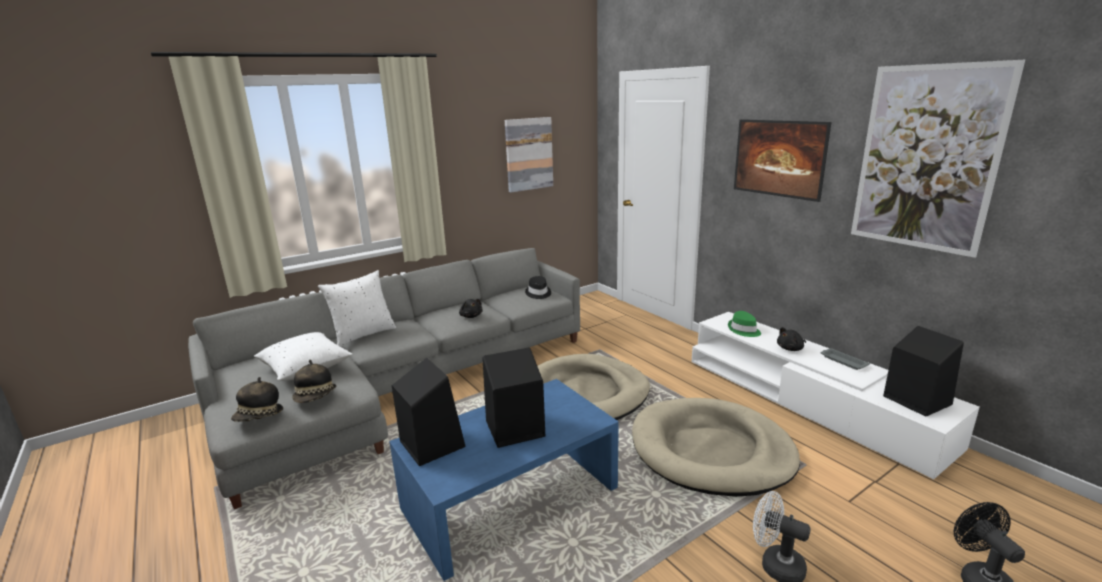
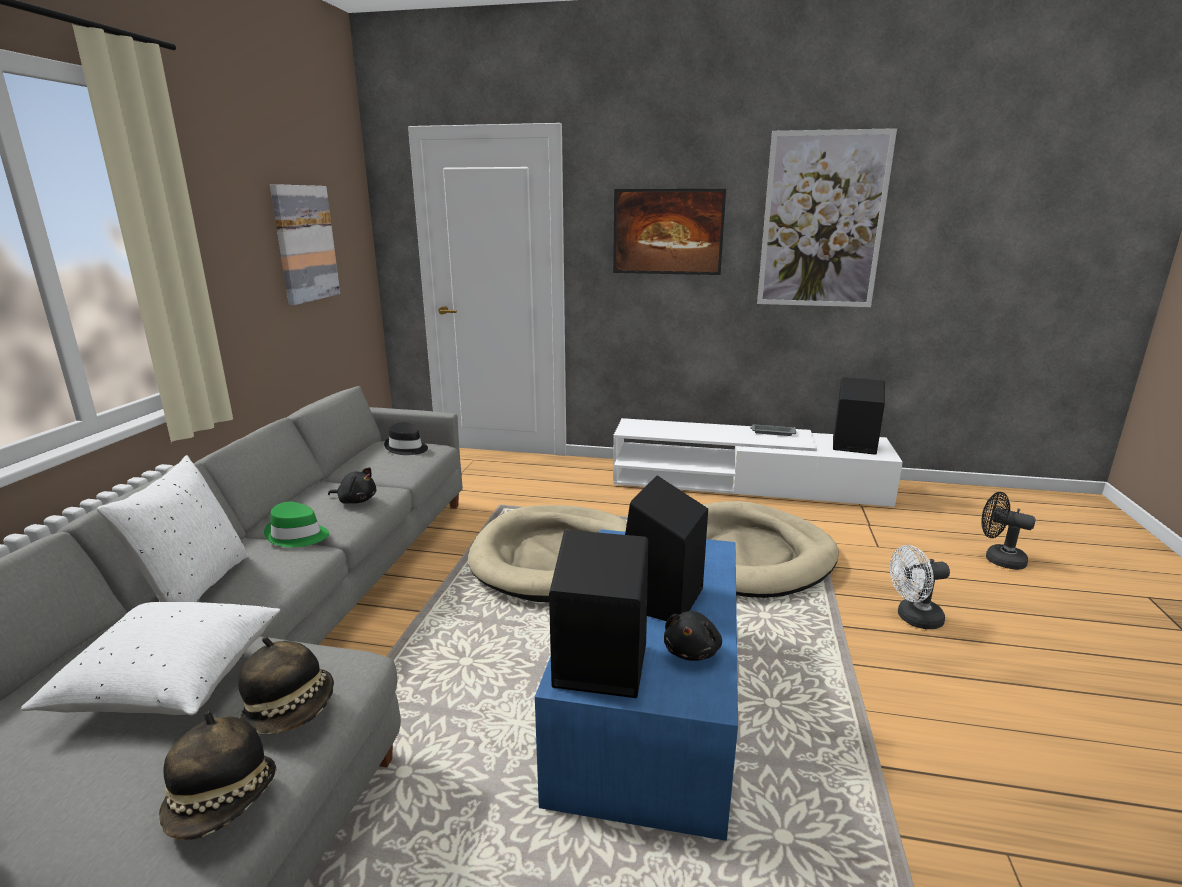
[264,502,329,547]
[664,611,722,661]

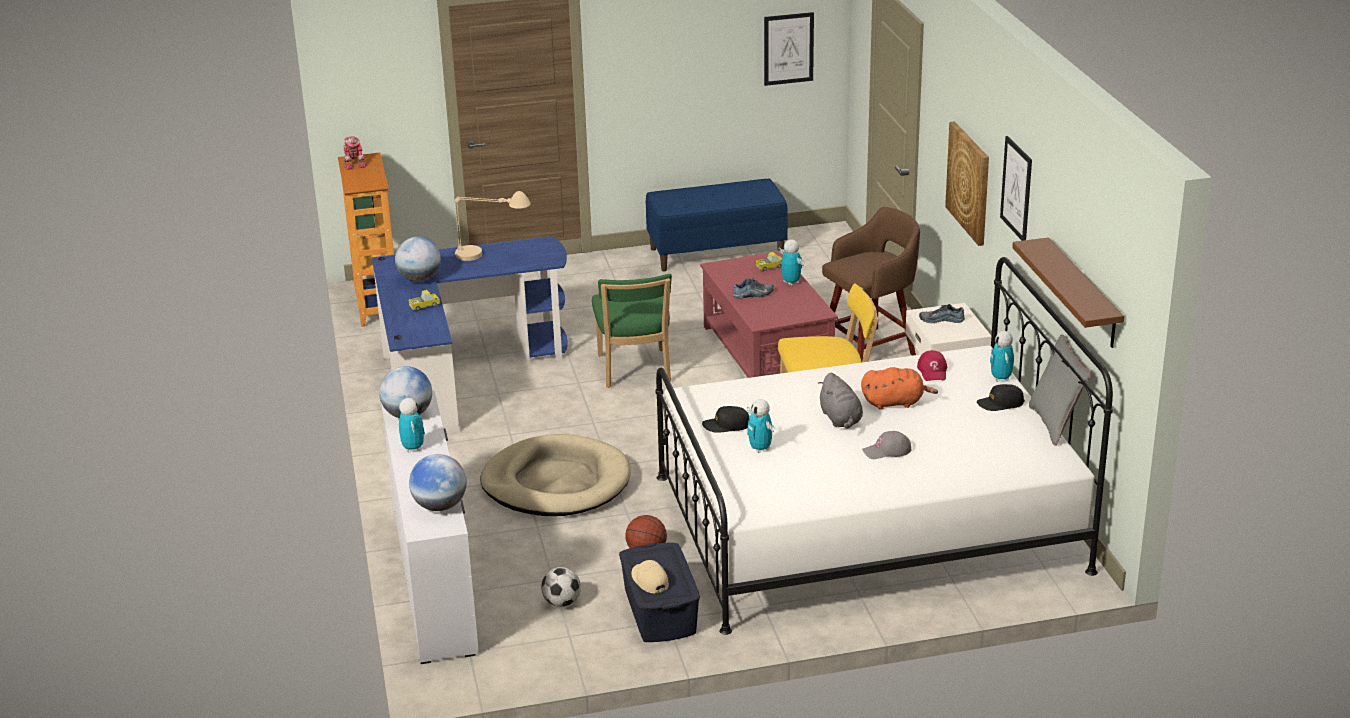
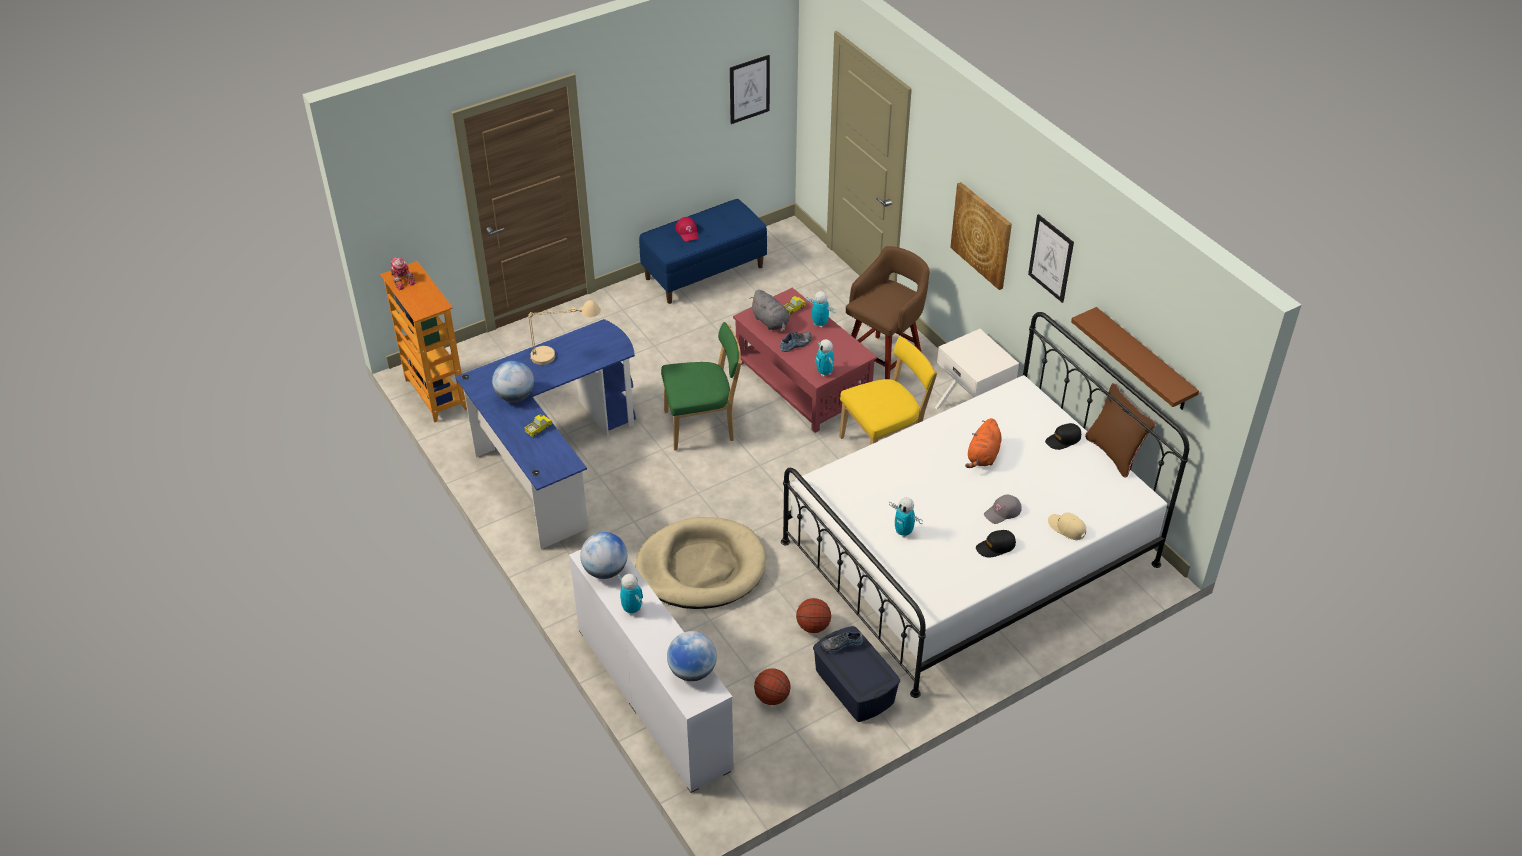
[661,322,742,451]
[821,631,863,653]
[815,339,834,377]
[1085,383,1155,478]
[675,217,698,242]
[965,418,1002,468]
[751,290,789,333]
[976,530,1016,558]
[1048,513,1086,540]
[754,669,791,705]

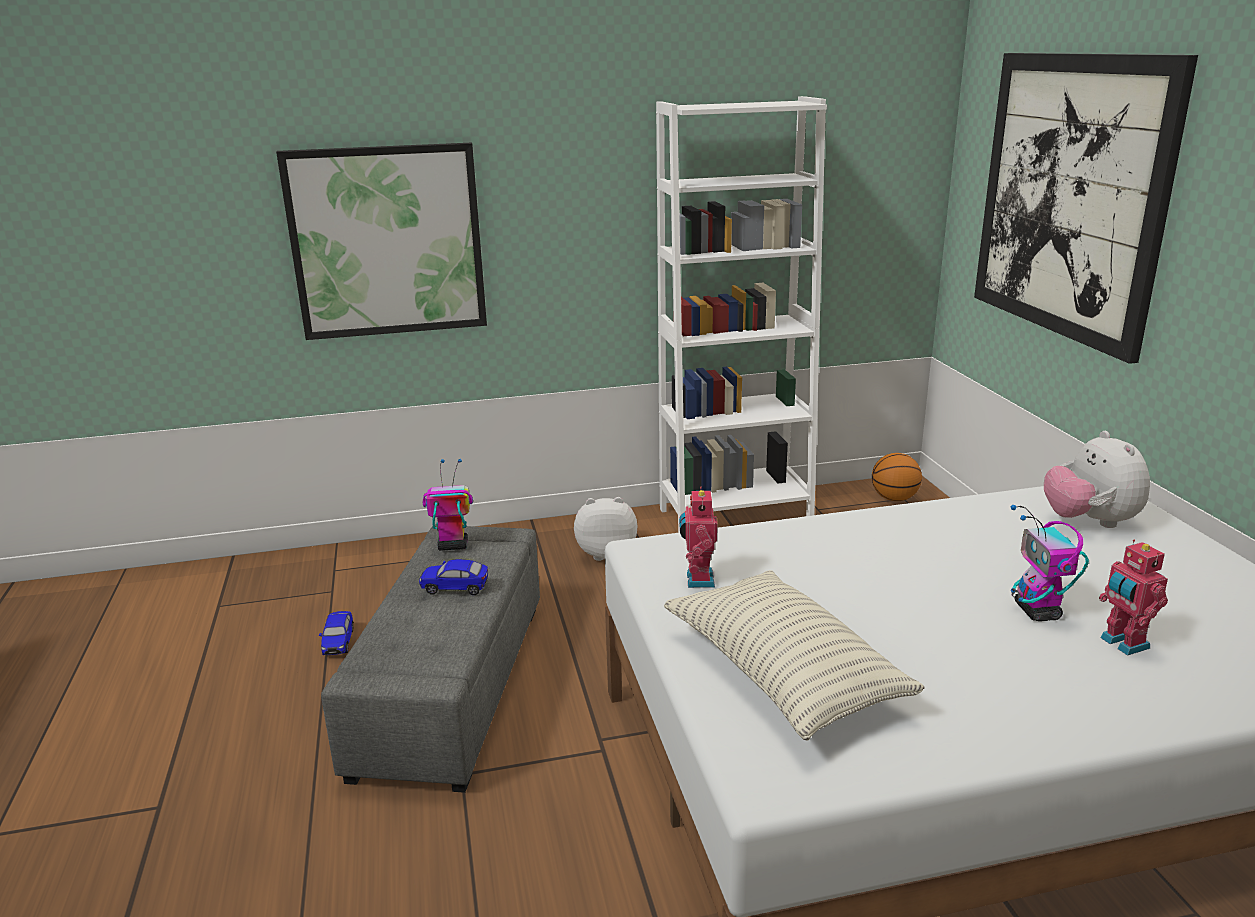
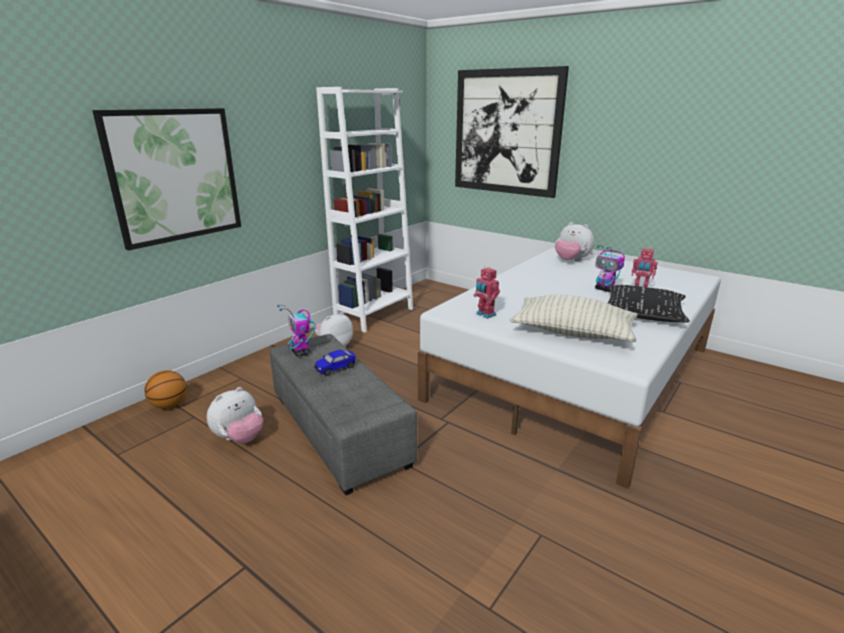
[145,370,187,409]
[277,305,316,357]
[207,387,263,443]
[607,285,690,323]

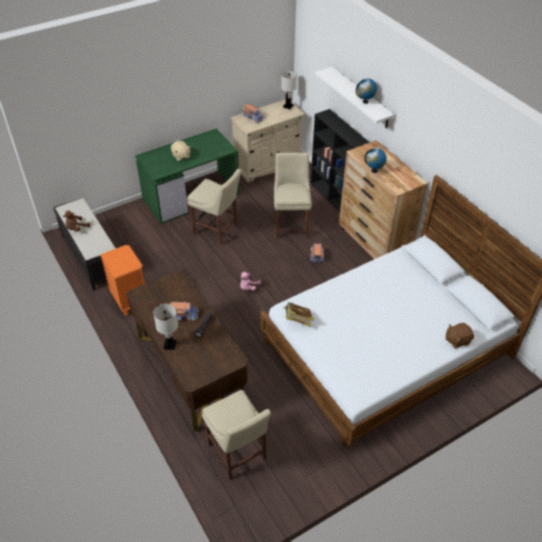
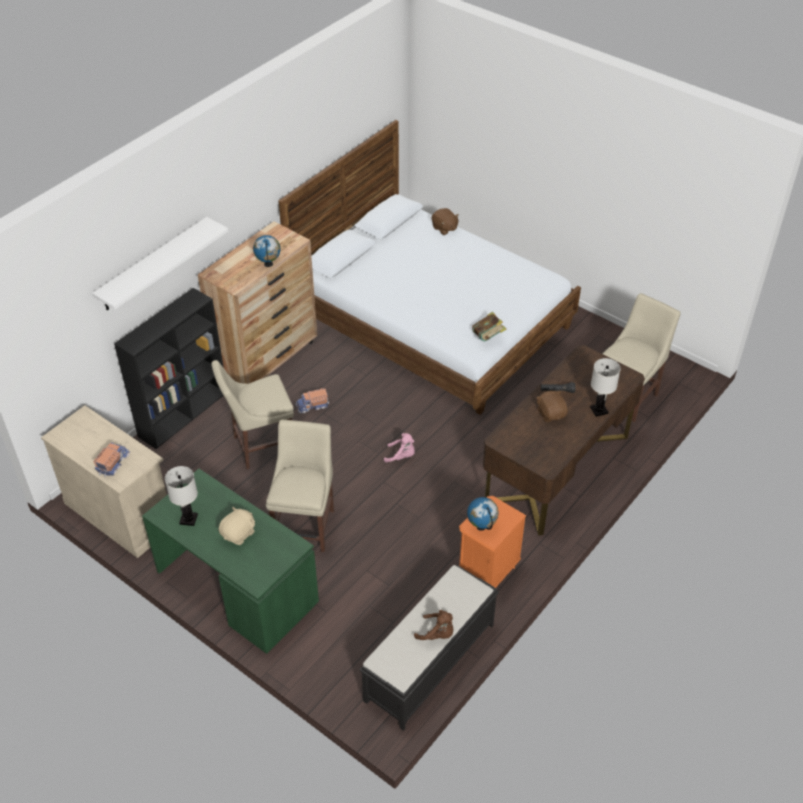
[165,466,198,526]
[467,497,498,531]
[536,390,568,422]

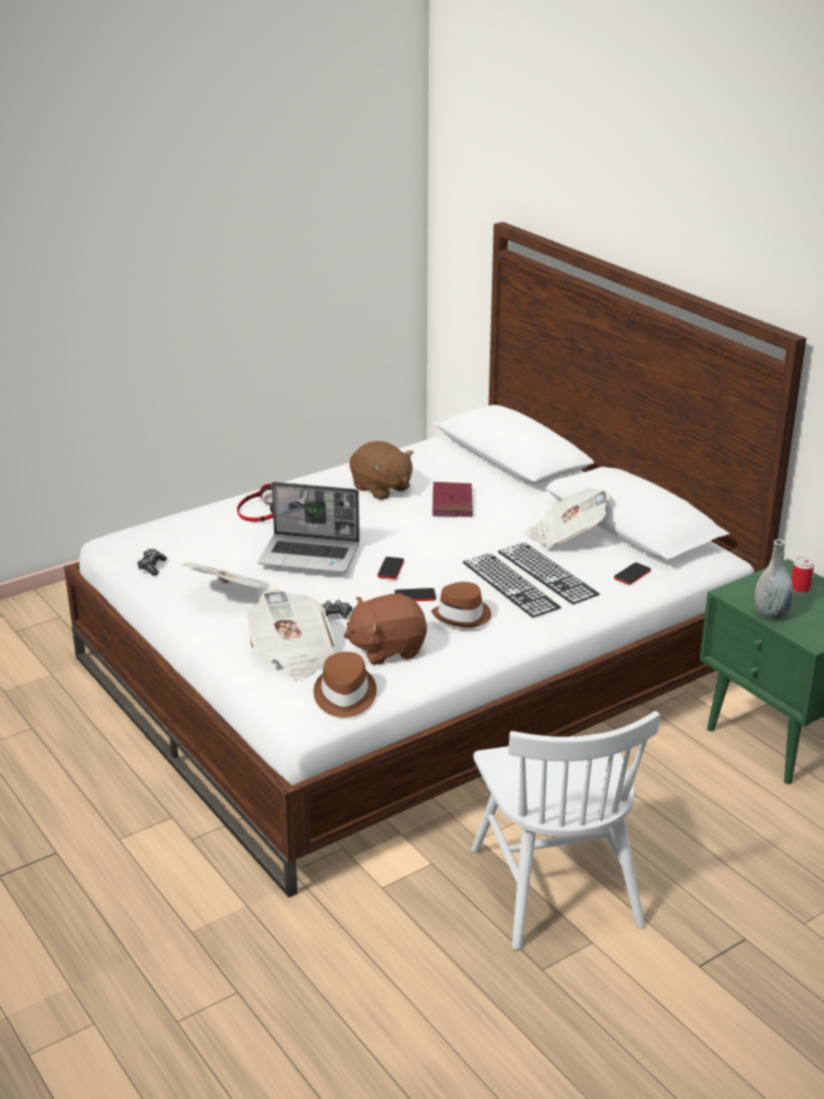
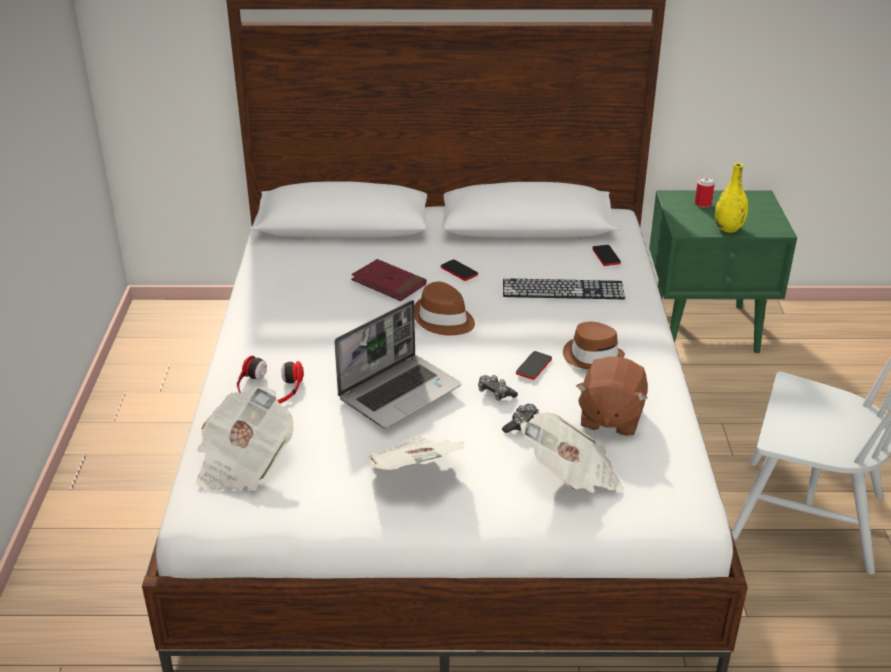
[349,441,414,500] (first image)
[196,387,294,490]
[715,163,748,233]
[478,375,518,401]
[463,553,561,618] (first image)
[441,259,478,281]
[414,281,475,335]

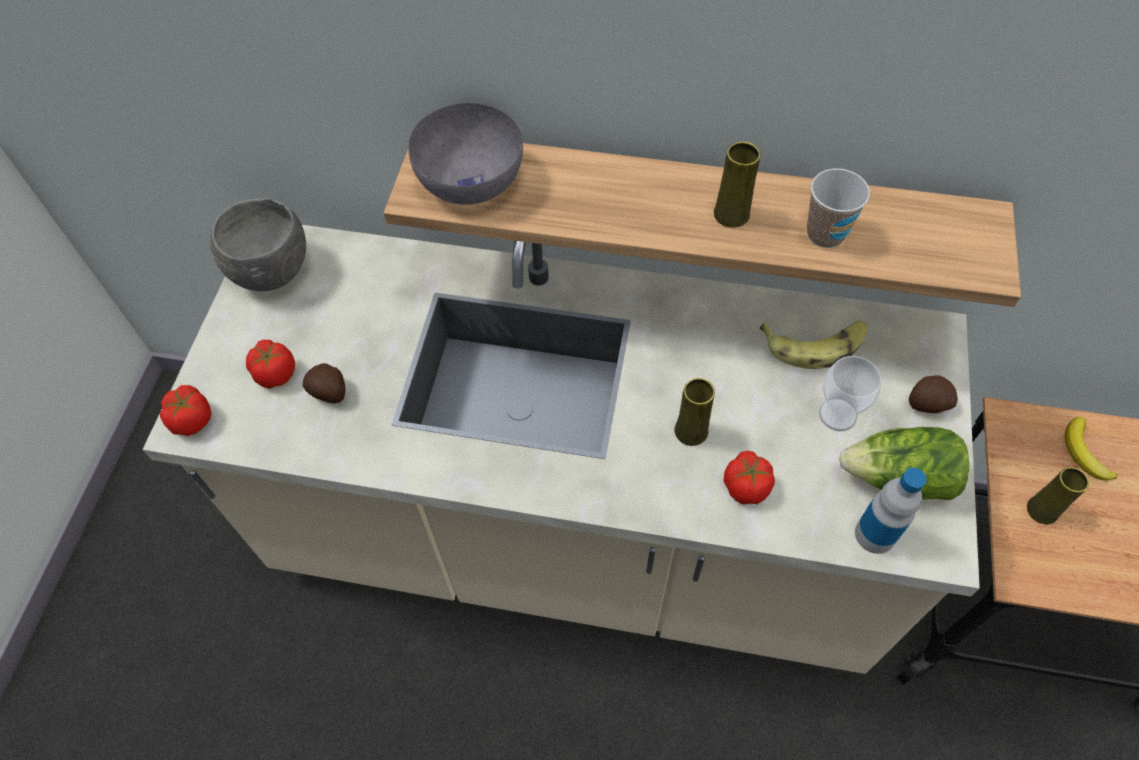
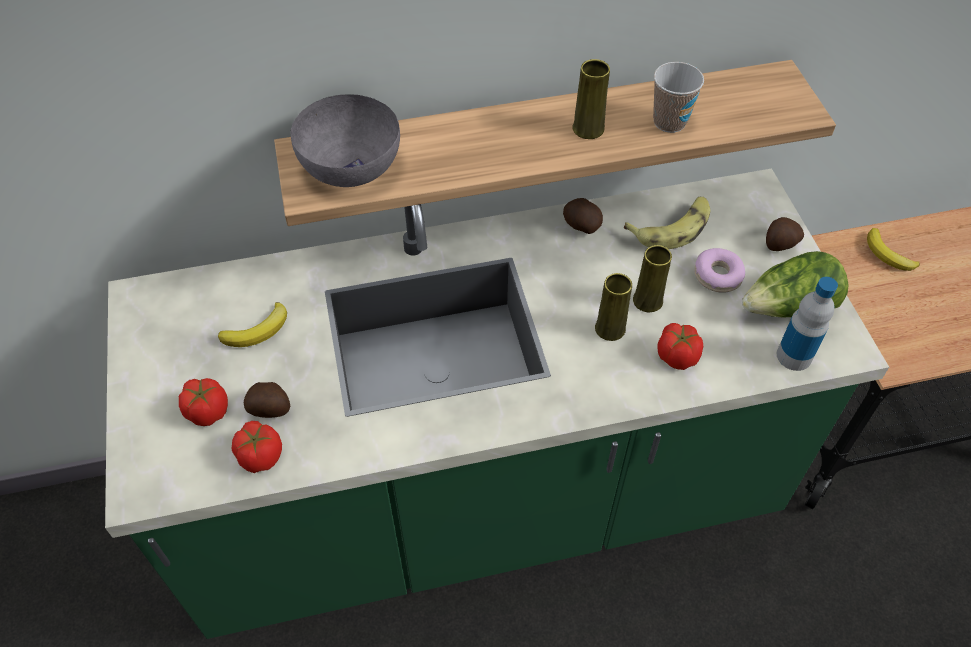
[210,198,306,291] (first image)
[105,169,889,639]
[694,248,745,293]
[232,421,282,473]
[633,245,672,312]
[563,198,603,234]
[218,302,287,347]

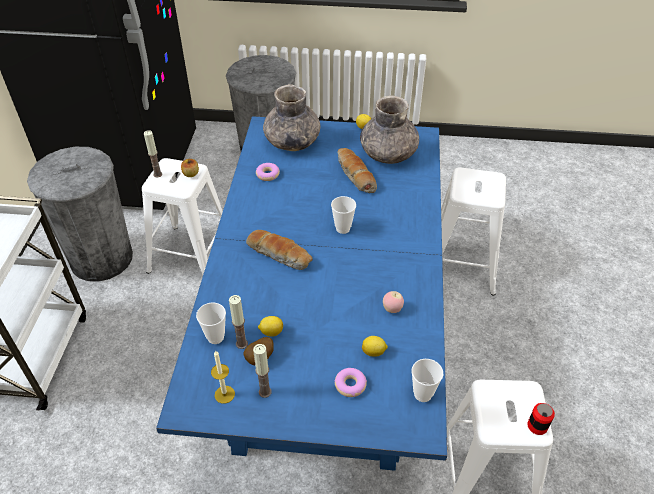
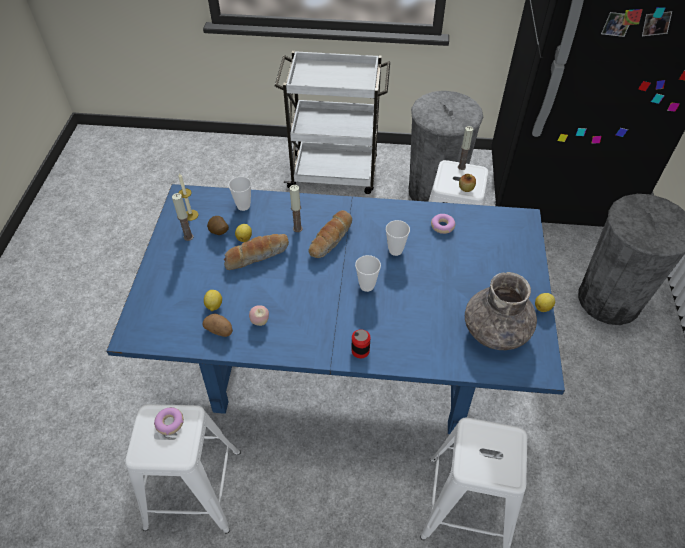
[263,84,321,151] (first image)
[223,234,289,270]
[290,185,303,232]
[386,220,410,256]
[154,407,184,435]
[352,329,371,359]
[202,313,233,337]

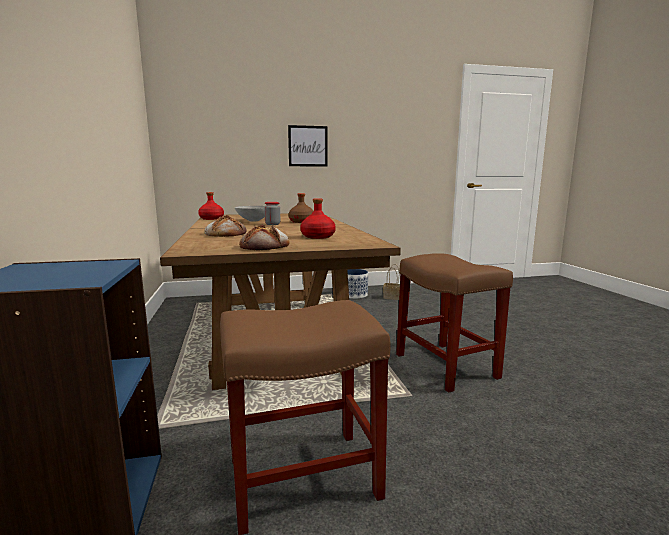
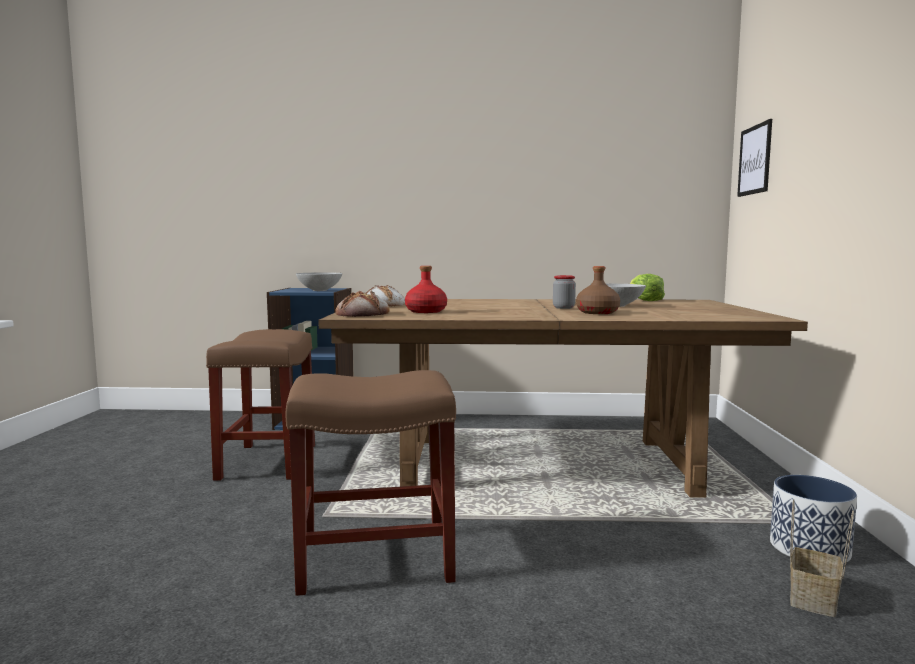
[737,119,772,197]
[630,274,665,301]
[335,291,390,317]
[296,272,342,291]

